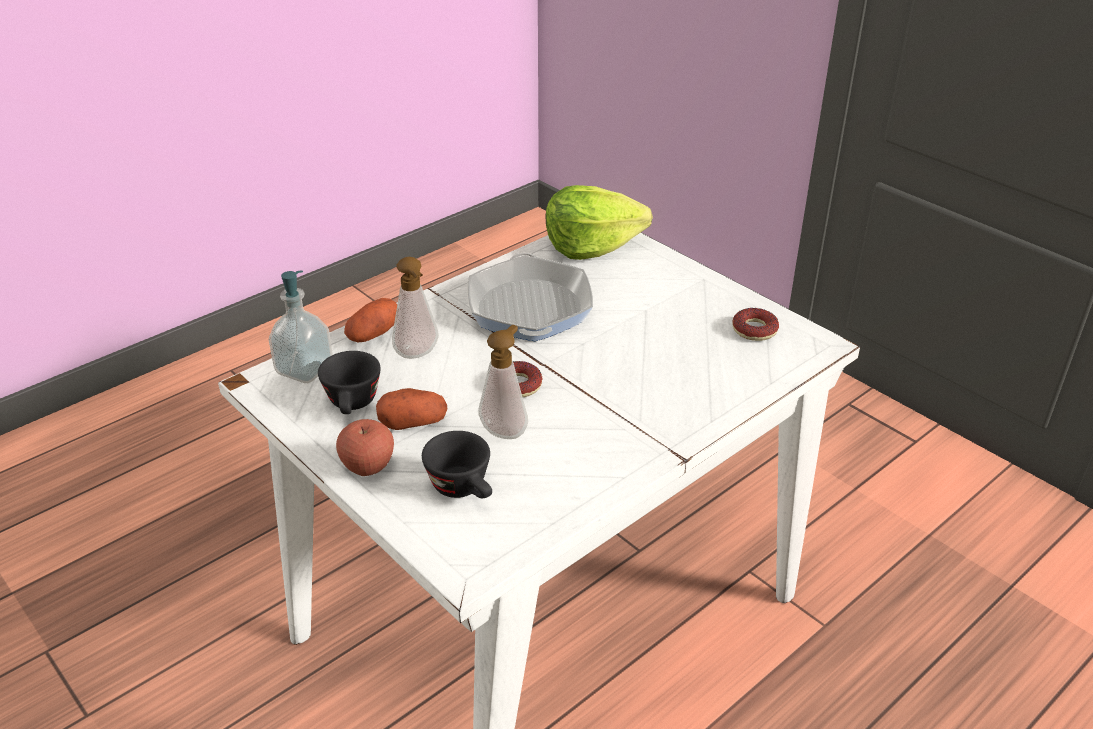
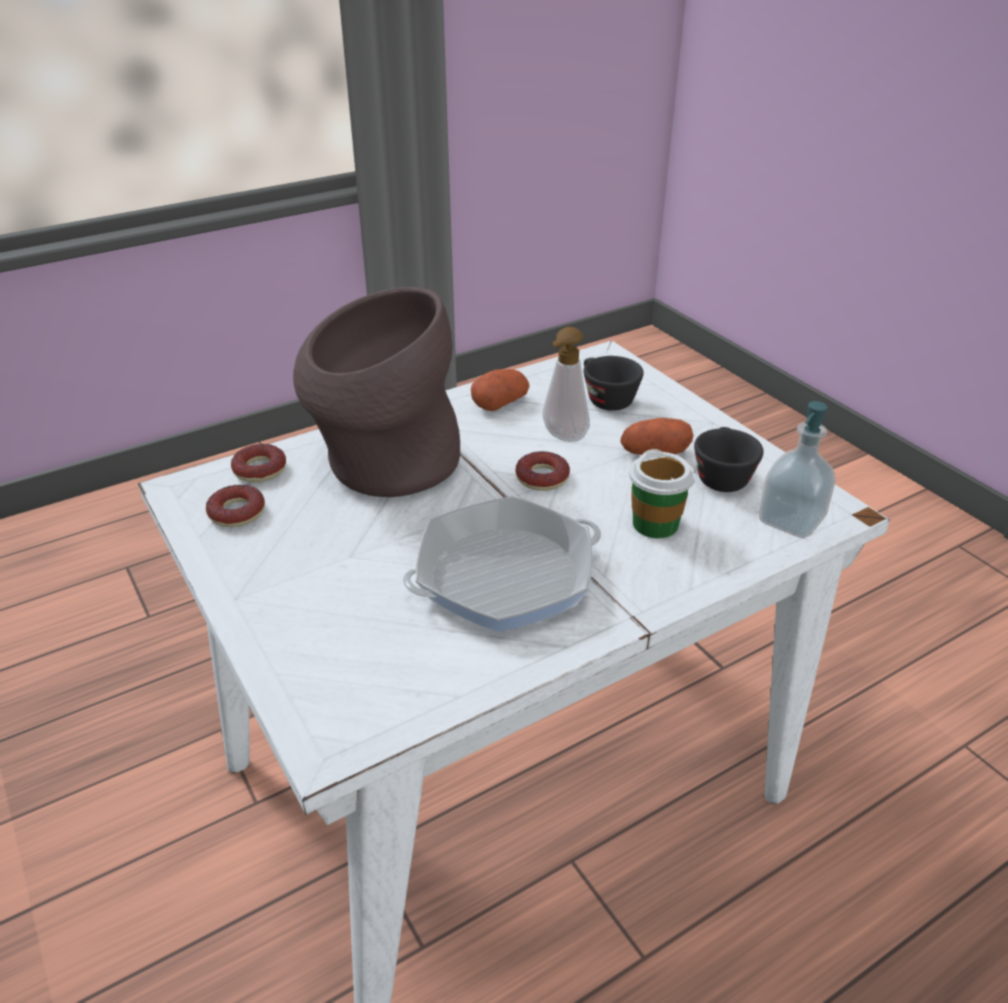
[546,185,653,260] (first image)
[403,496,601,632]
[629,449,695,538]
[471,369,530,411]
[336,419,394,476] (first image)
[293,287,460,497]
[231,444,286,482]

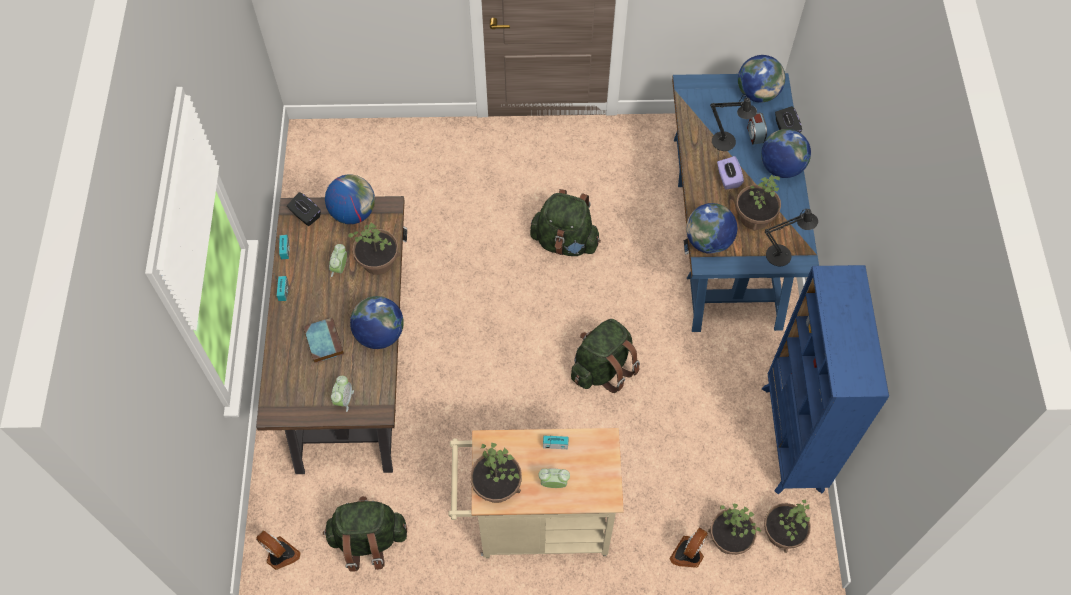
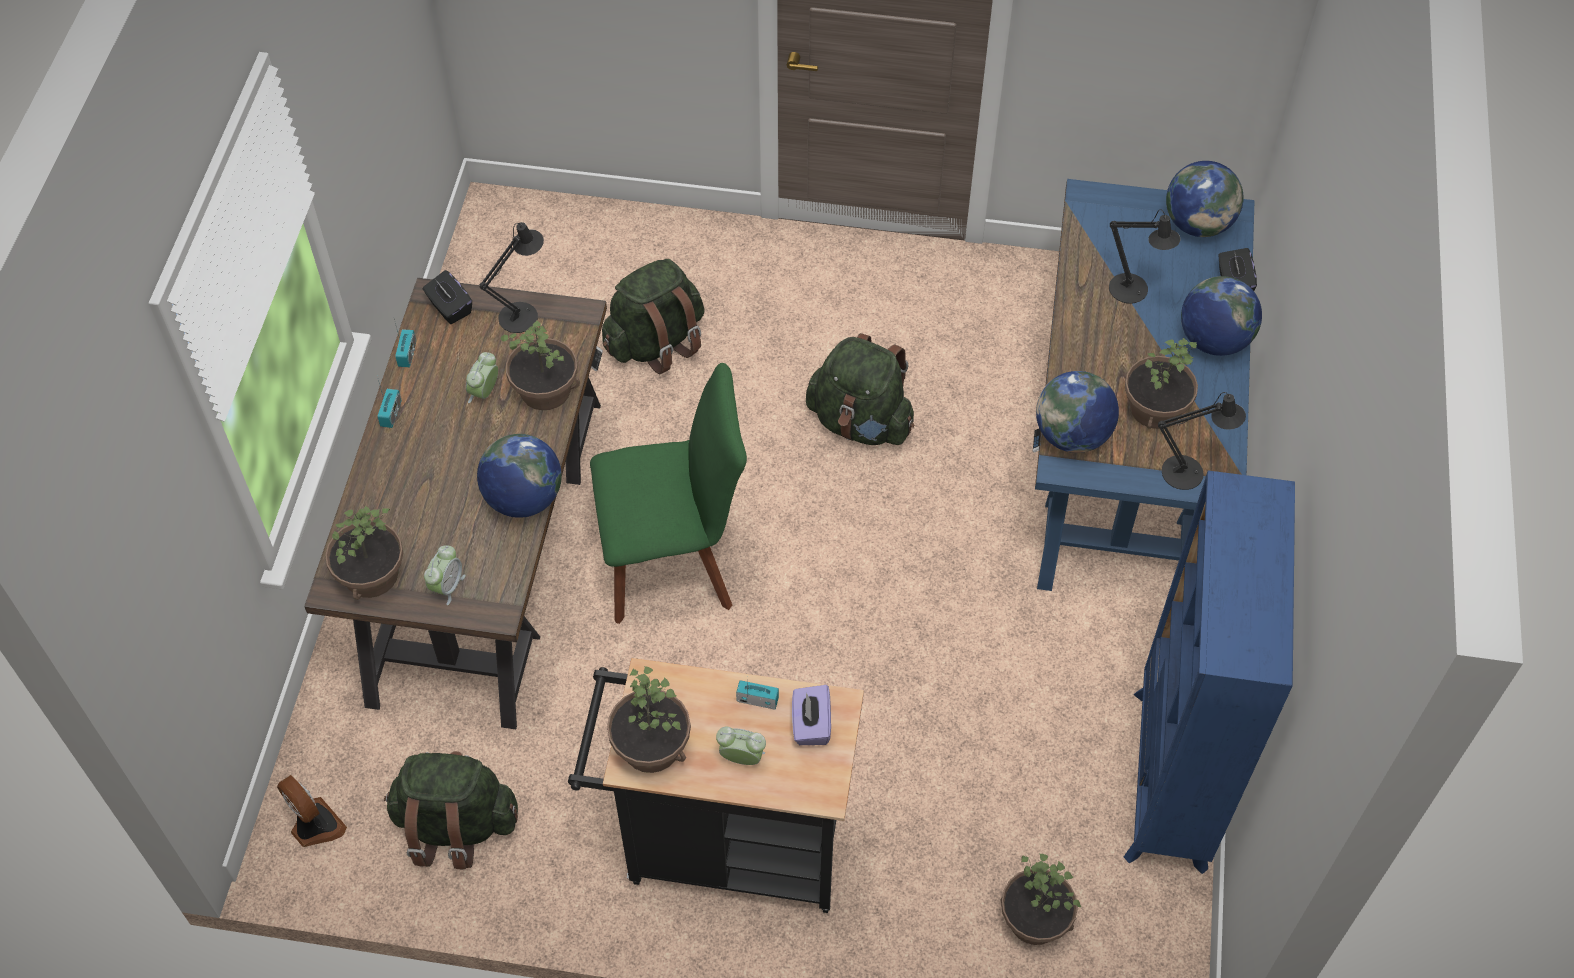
[747,113,767,145] (first image)
[792,685,831,745]
[480,222,544,333]
[303,318,344,363] (first image)
[602,259,705,374]
[568,658,864,913]
[325,506,403,600]
[669,527,708,568] (first image)
[590,363,747,624]

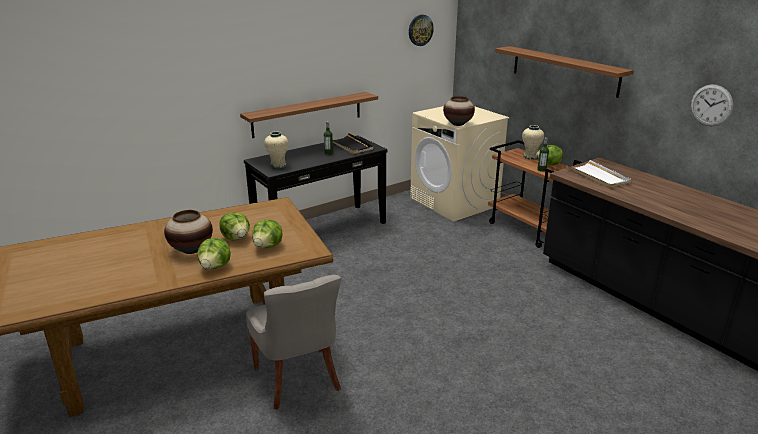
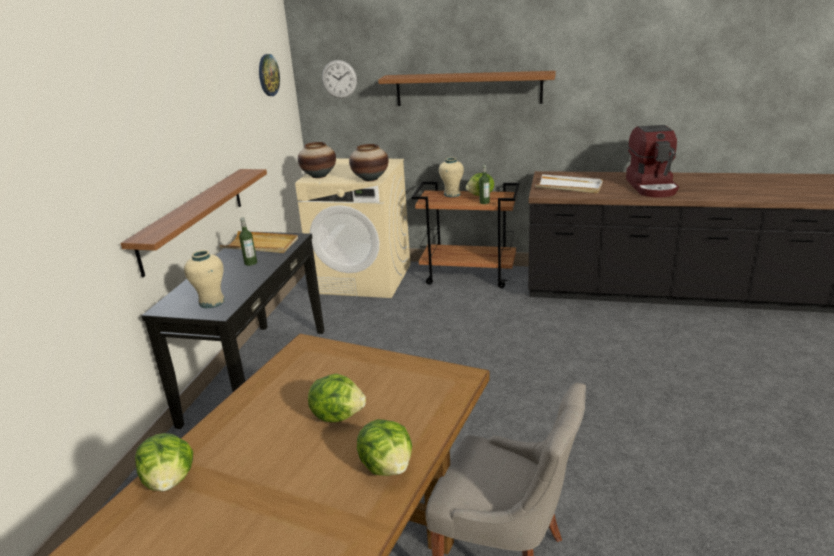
[322,60,357,98]
[220,231,298,253]
[298,142,336,178]
[135,433,193,492]
[626,125,679,198]

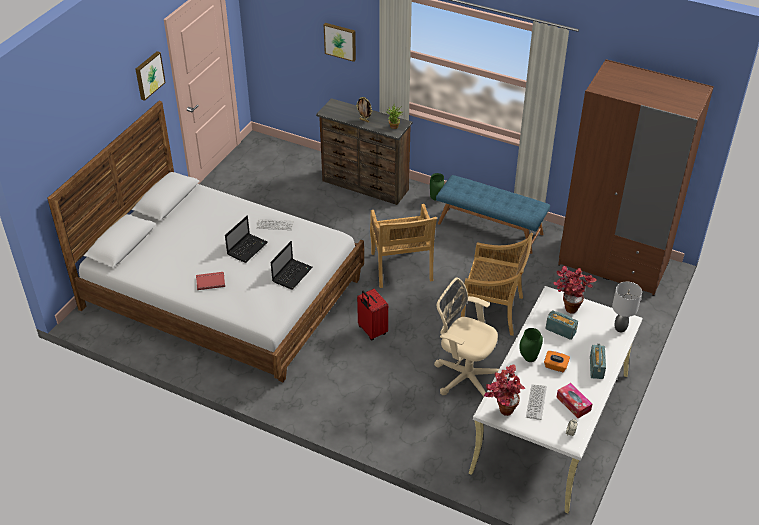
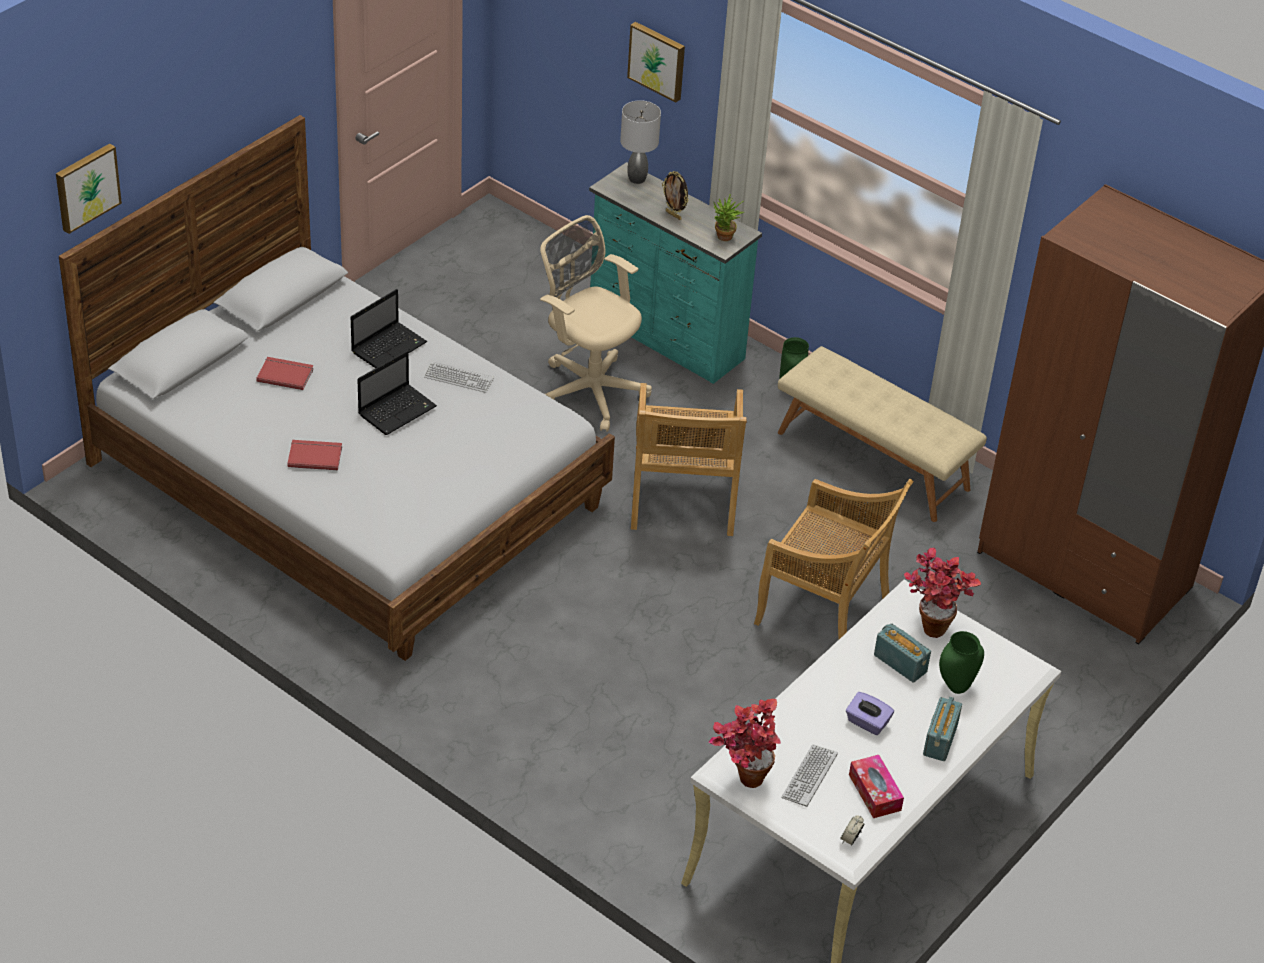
[56,143,122,234]
[589,162,762,384]
[778,346,987,522]
[351,289,427,368]
[540,215,652,432]
[620,100,661,184]
[357,289,388,340] (first image)
[939,631,984,694]
[846,692,894,735]
[256,357,313,390]

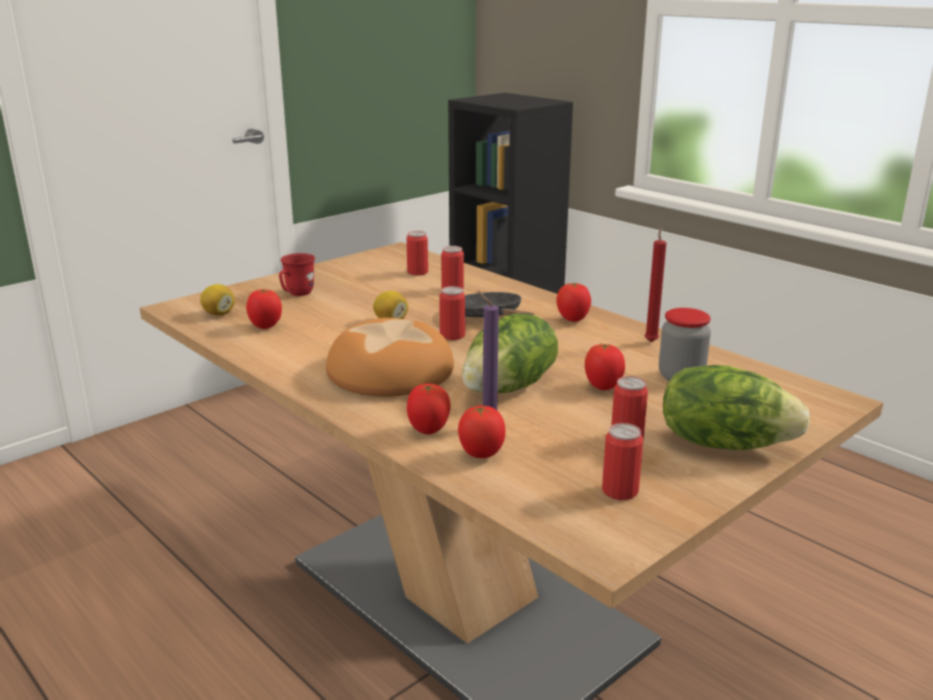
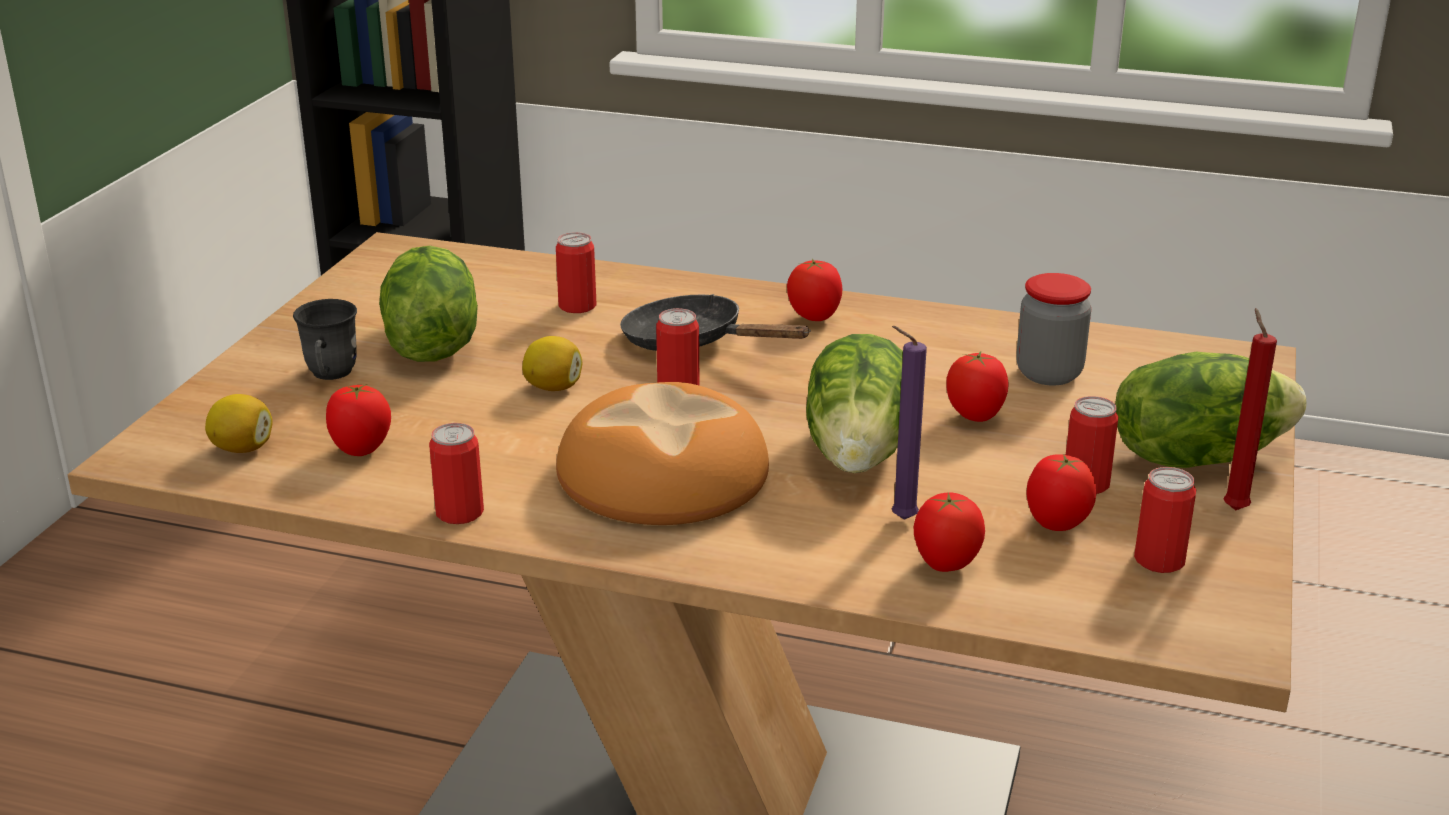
[1223,308,1277,511]
[429,423,484,524]
[293,299,357,380]
[1026,454,1096,531]
[379,245,478,362]

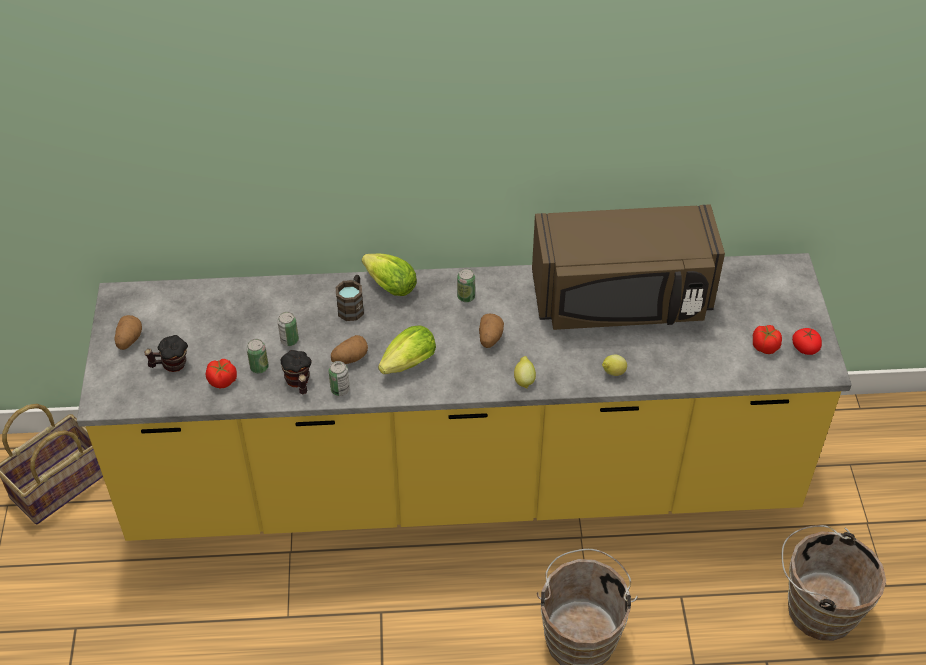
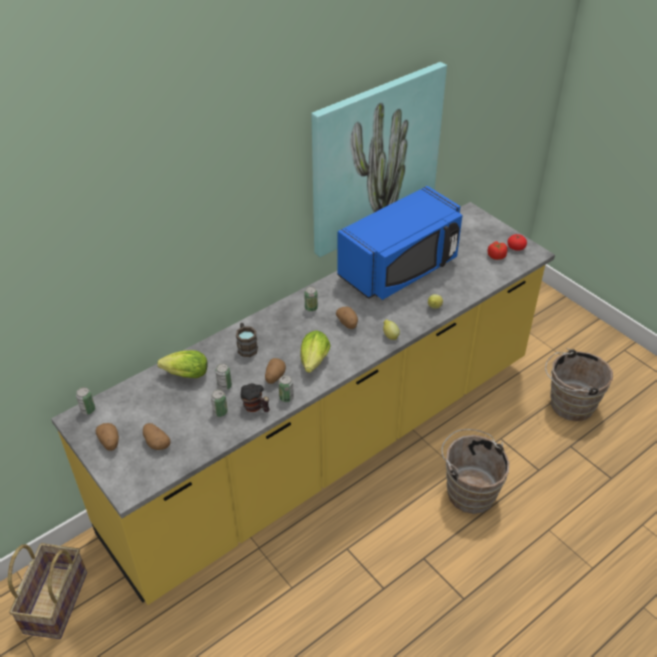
[337,186,462,300]
[158,350,208,378]
[143,423,170,450]
[206,359,237,389] (first image)
[312,62,447,257]
[76,387,95,415]

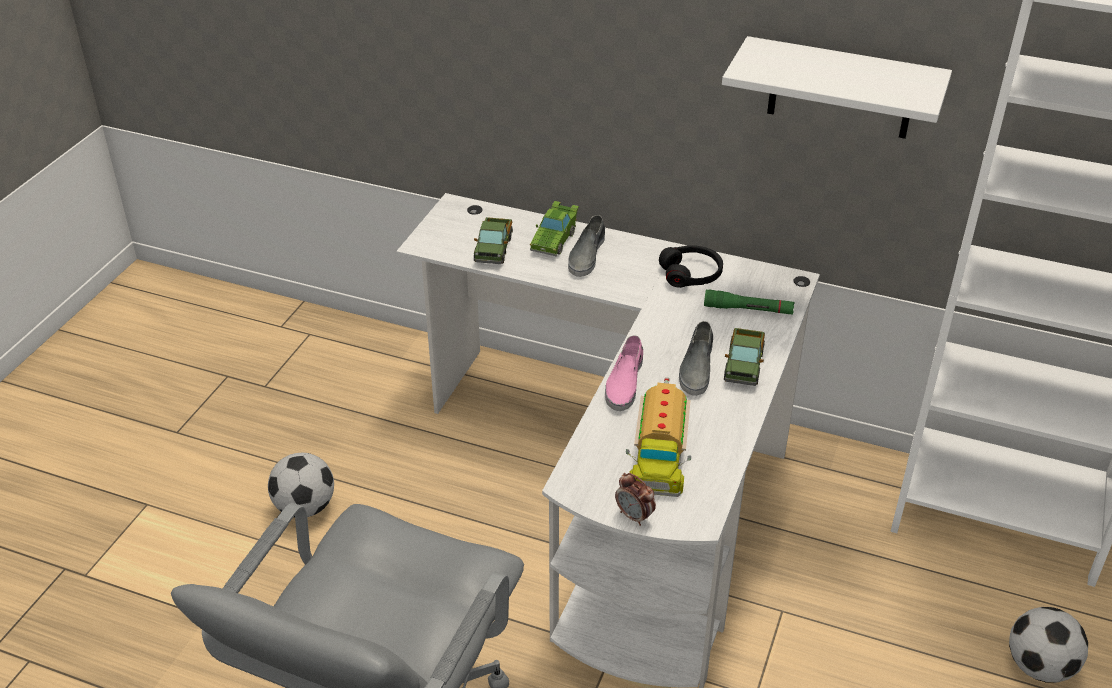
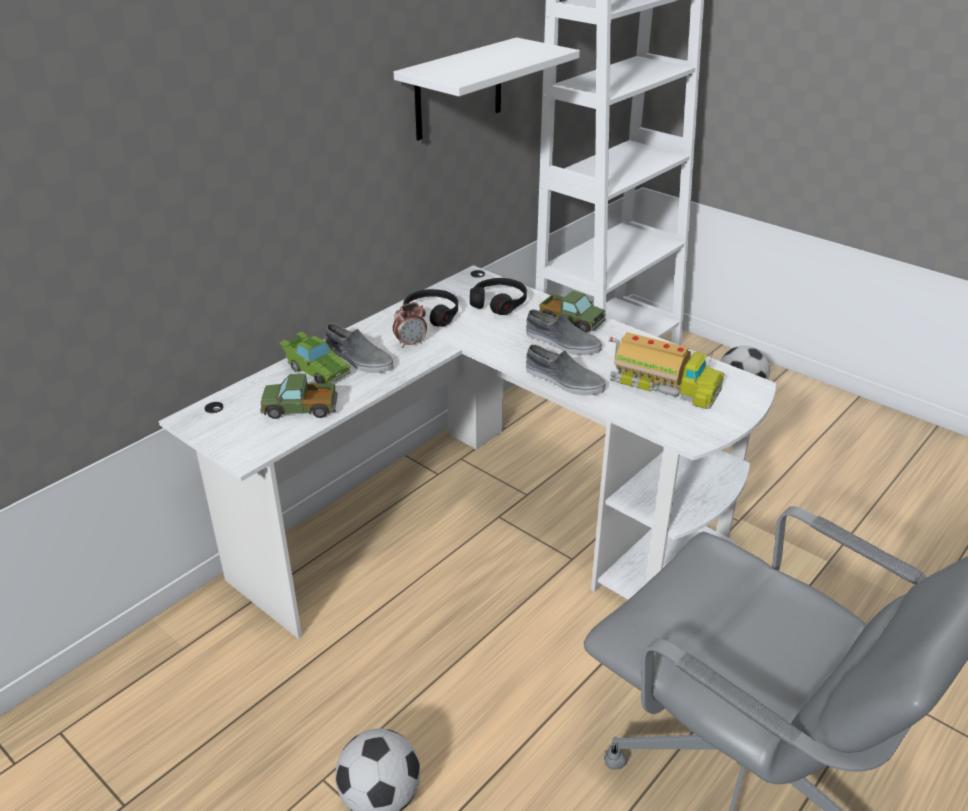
[260,374,338,419]
[470,278,527,315]
[526,345,606,395]
[393,303,427,348]

